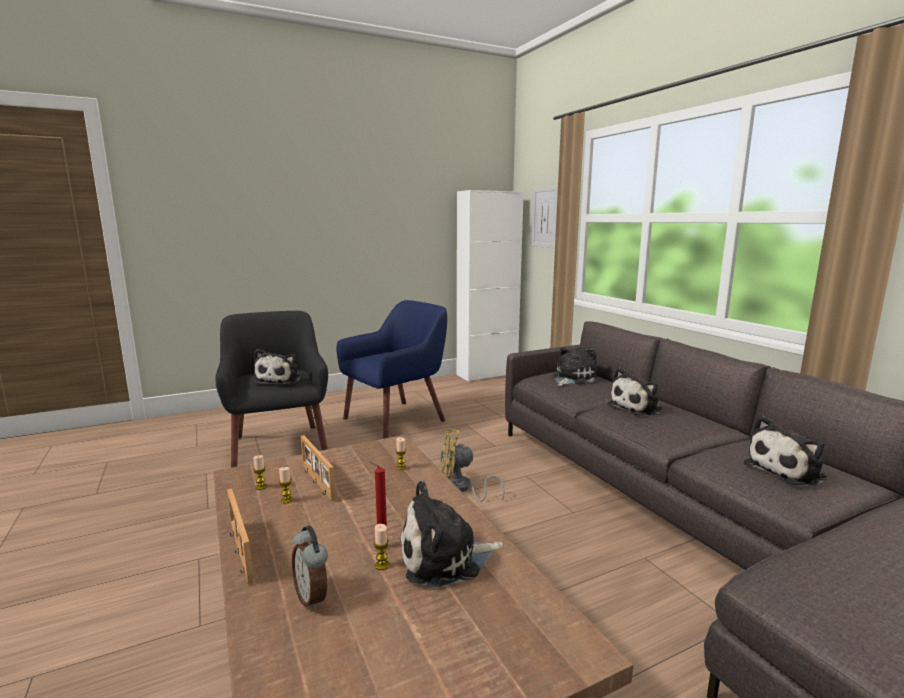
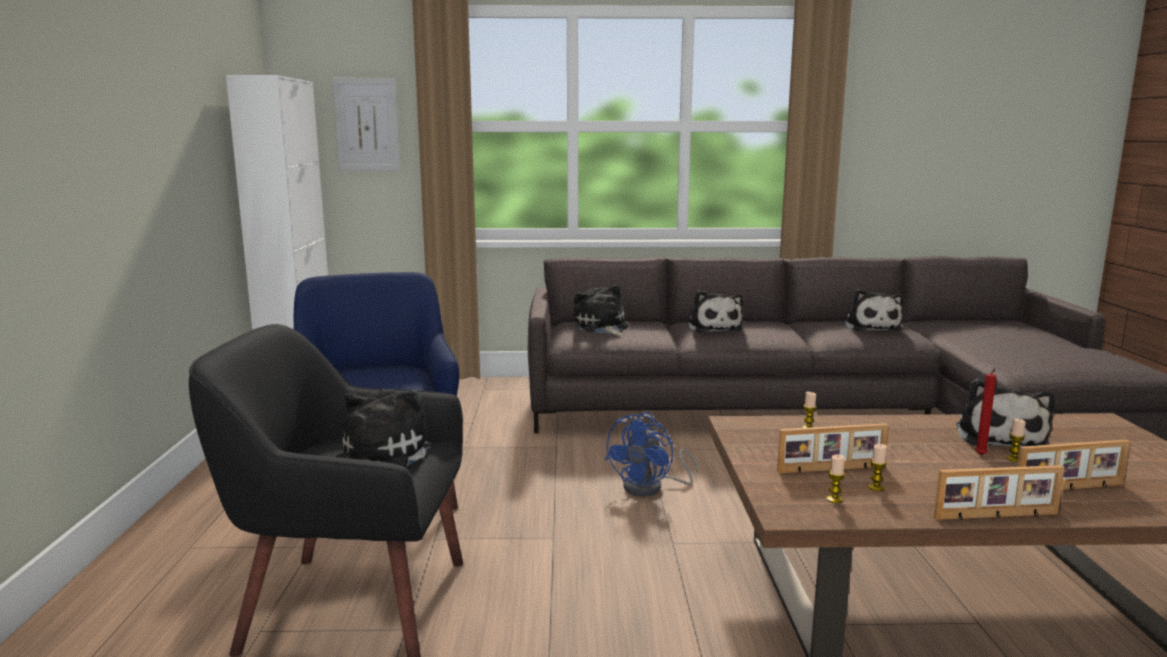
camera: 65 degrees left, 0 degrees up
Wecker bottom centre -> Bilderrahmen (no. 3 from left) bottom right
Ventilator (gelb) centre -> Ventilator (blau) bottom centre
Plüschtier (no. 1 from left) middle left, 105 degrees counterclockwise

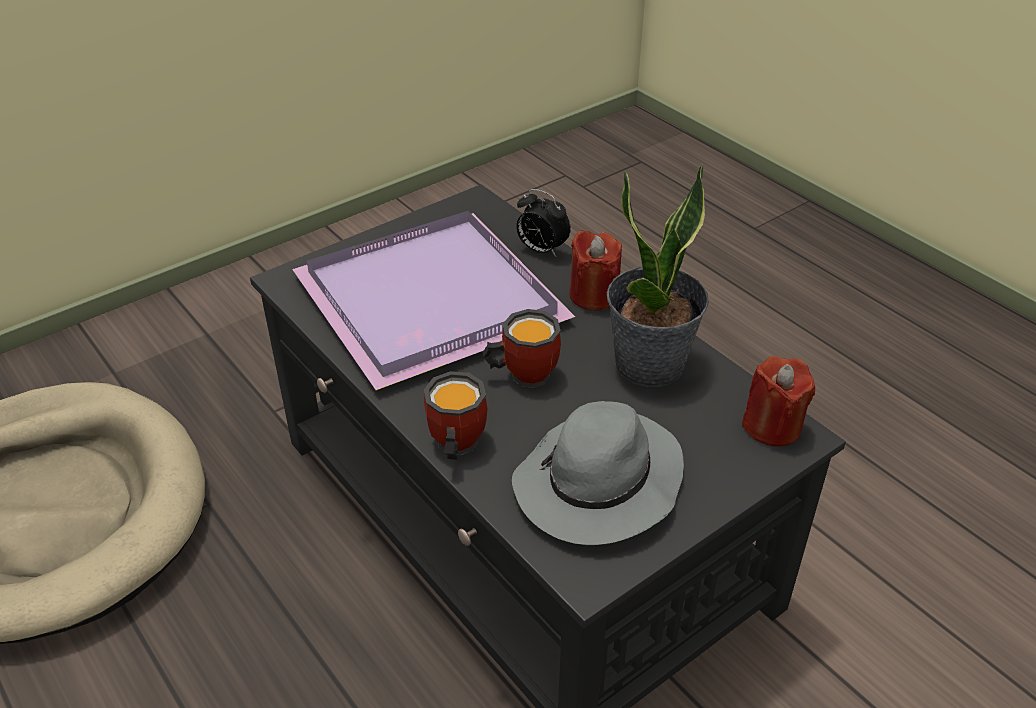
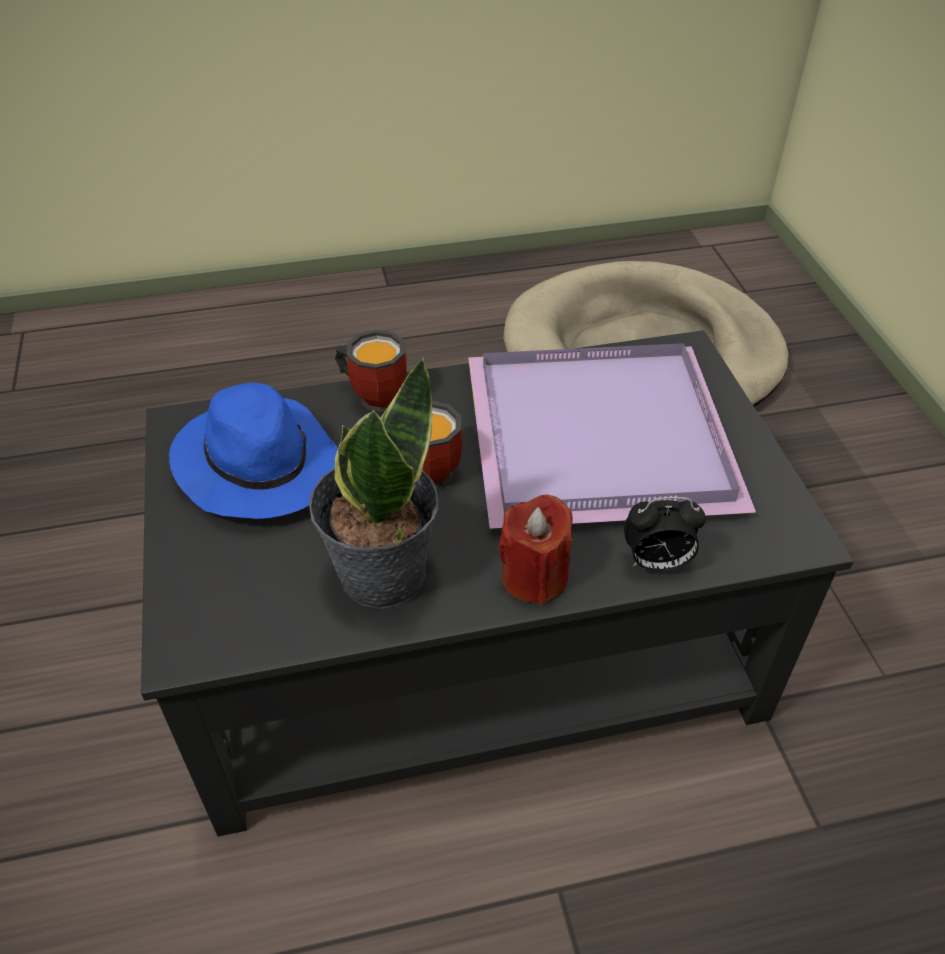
camera: 115 degrees right, 5 degrees up
Kerze (rot) (no. 2 from left) middle right -> none
Hut (grau) bottom centre -> Hut (blau) middle left
Wecker top centre -> Wecker middle right, 150 degrees counterclockwise

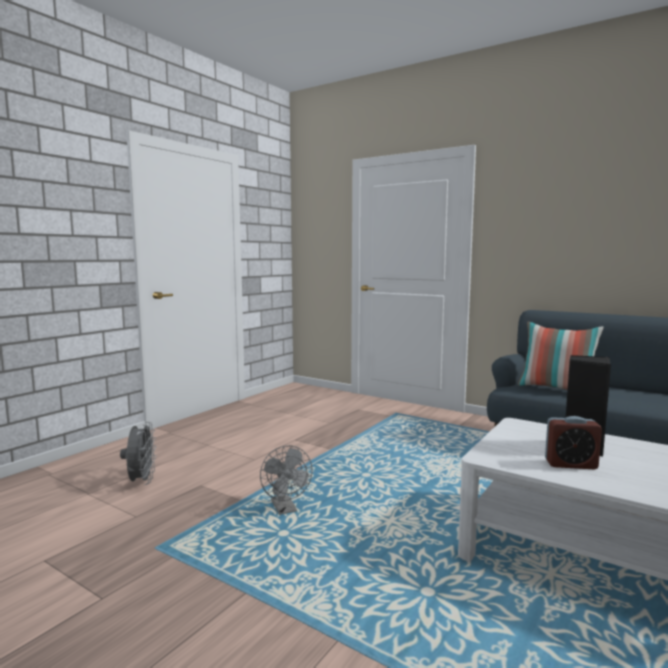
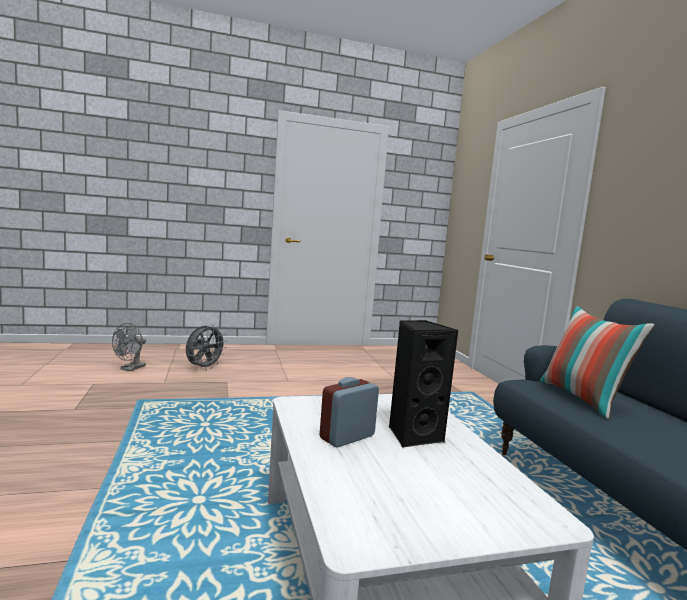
camera: 40 degrees right, 0 degrees up
Ventilator (grau) (no. 2 from left in the first image) bottom centre -> Ventilator (grau) (no. 1 from left) middle left, relocated
Wecker middle right -> Wecker bottom centre, 90 degrees clockwise

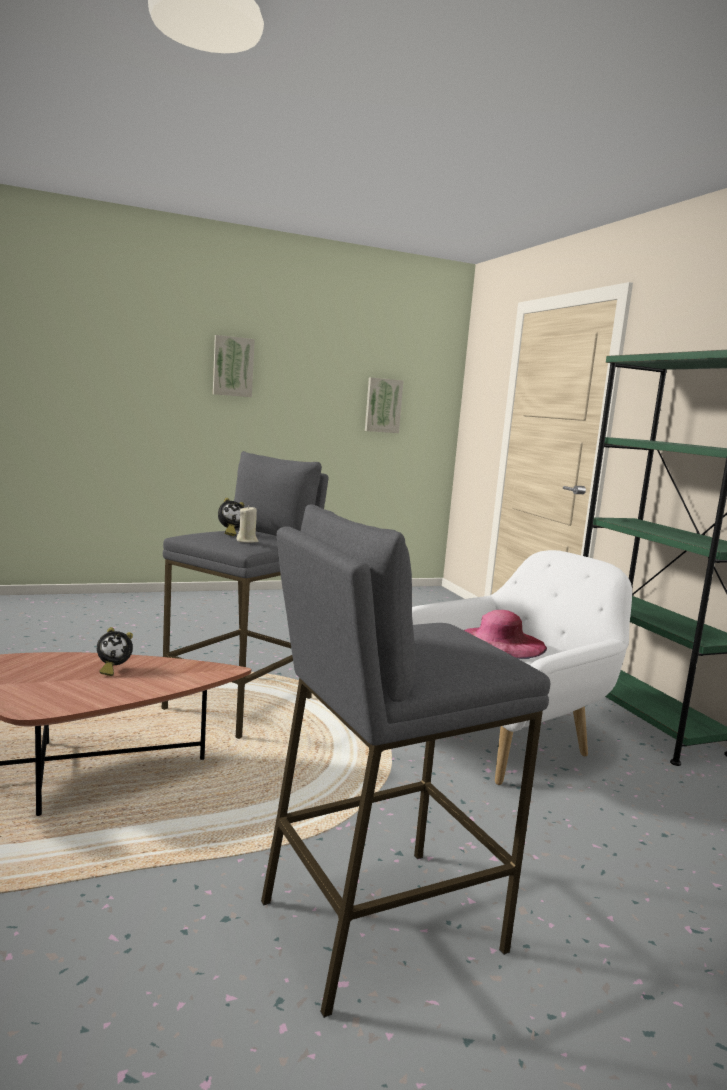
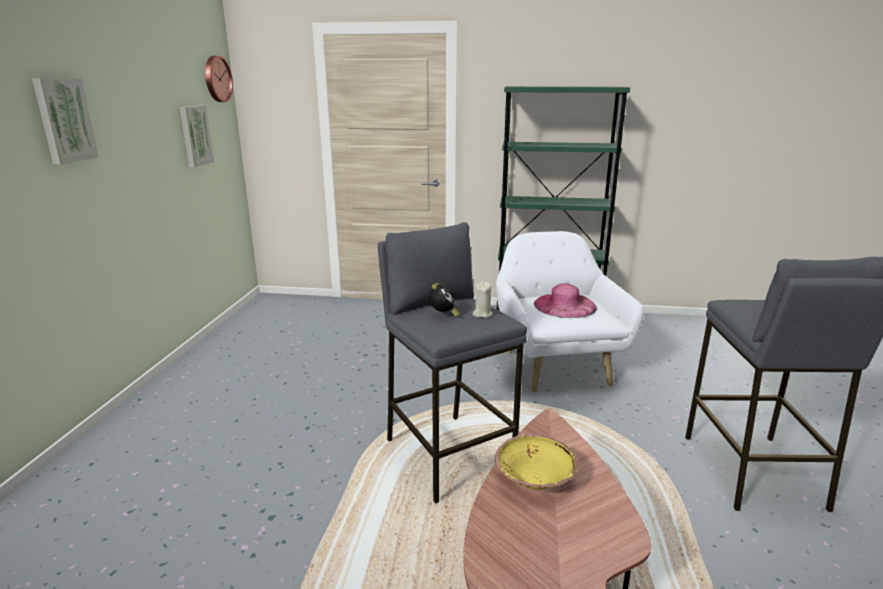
camera: 60 degrees left, 10 degrees up
none -> Wanduhr top left
Wecker (no. 1 from left) middle left -> Schüssel (gelb) bottom centre

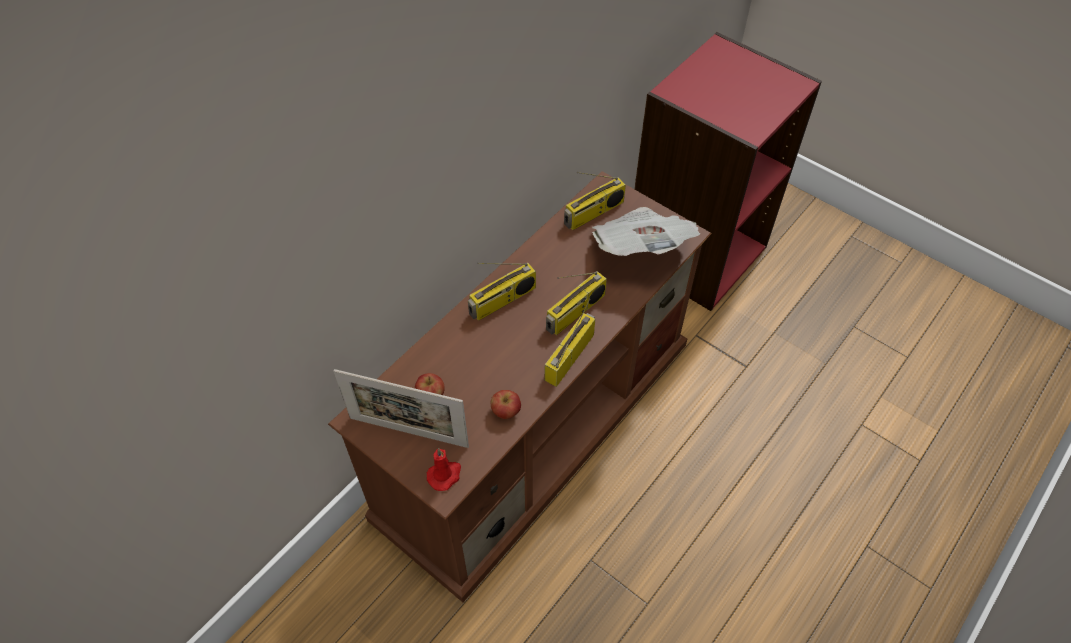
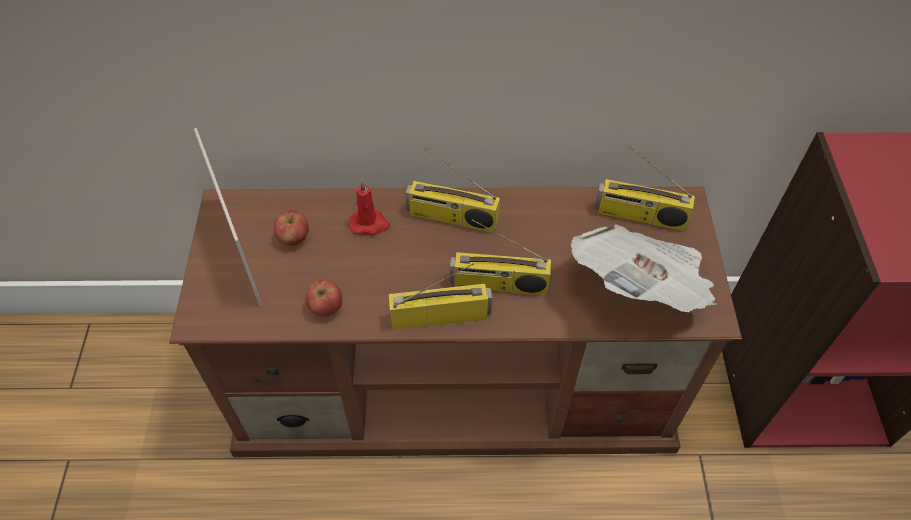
camera: 50 degrees right, 0 degrees up
Kerze (rot) bottom centre -> Kerze (rot) centre, relocated

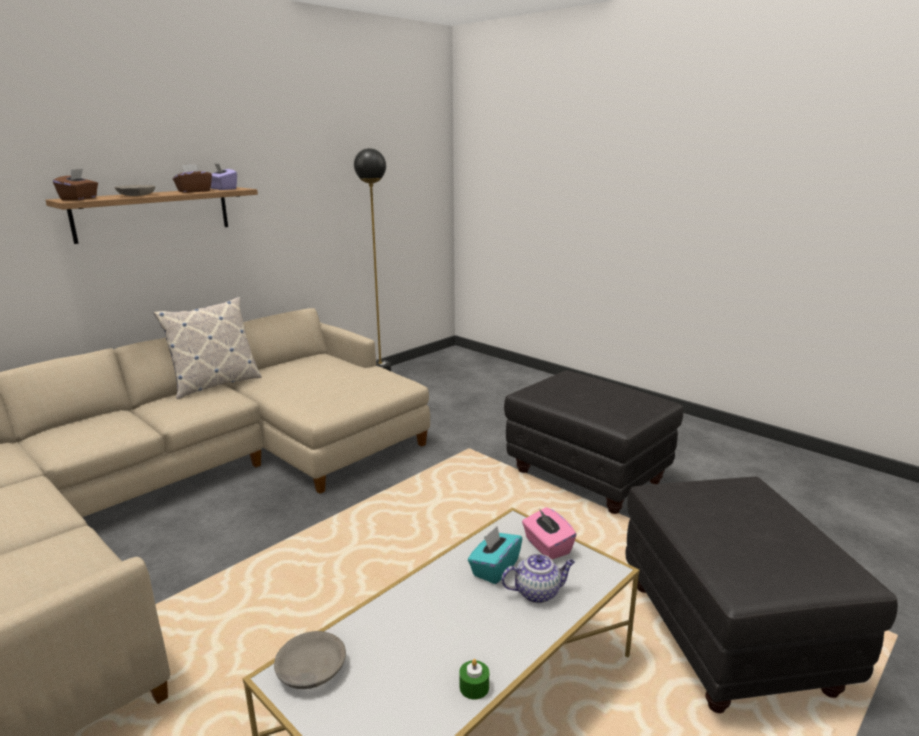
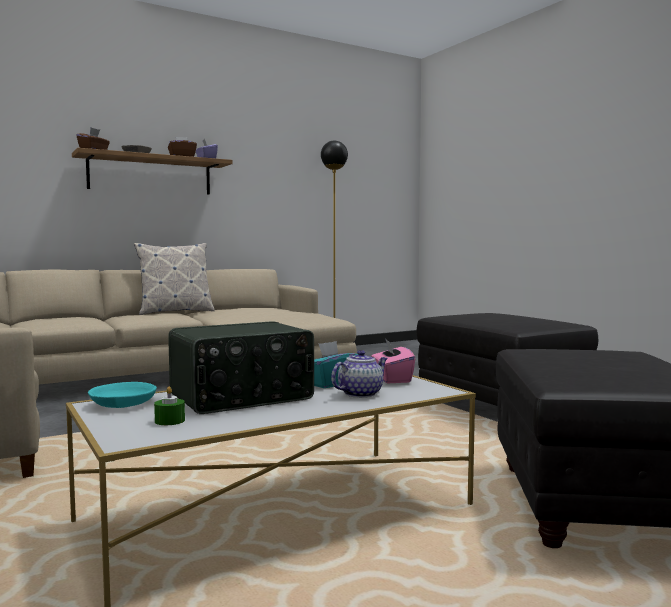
camera: 15 degrees right, 15 degrees down
none -> Radio centre
Kerze (grün) bottom centre -> Kerze (grün) bottom left, relocated
Schüssel (grau) (no. 2 from left) bottom centre -> Schüssel (türkis) middle left
Teekanne bottom centre -> Teekanne centre, 45 degrees counterclockwise

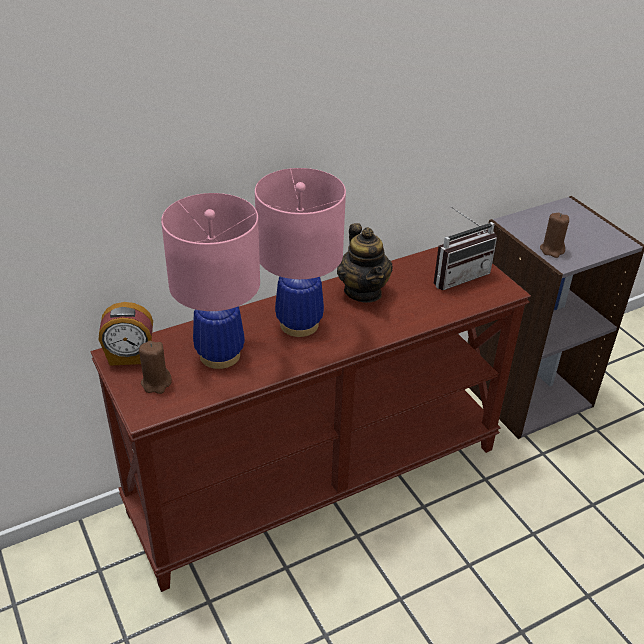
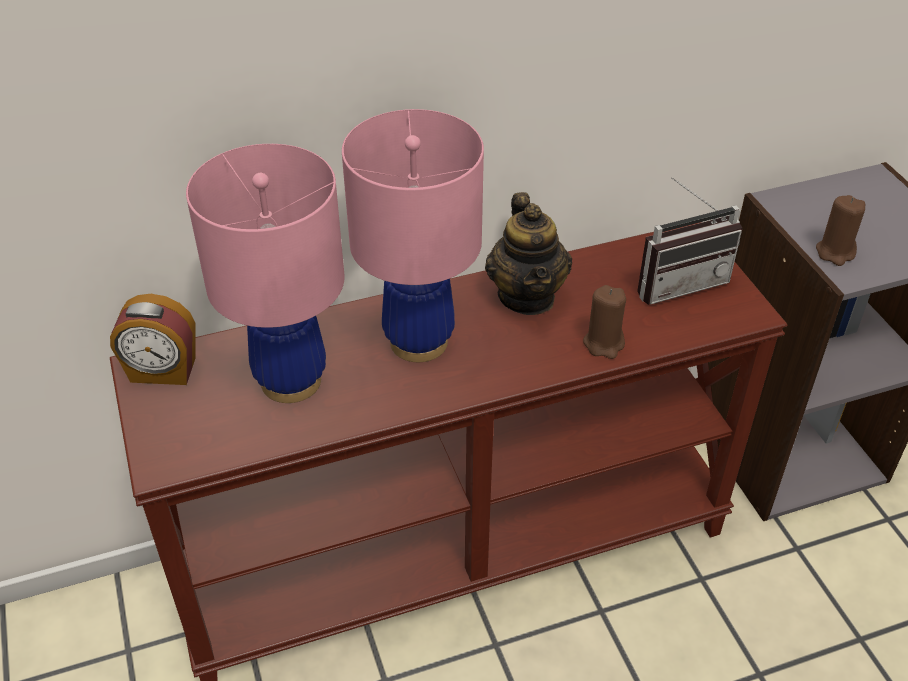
camera: 10 degrees right, 5 degrees up
Kerze (braun) (no. 1 from left) middle left -> Kerze (braun) (no. 1 from left) centre, relocated

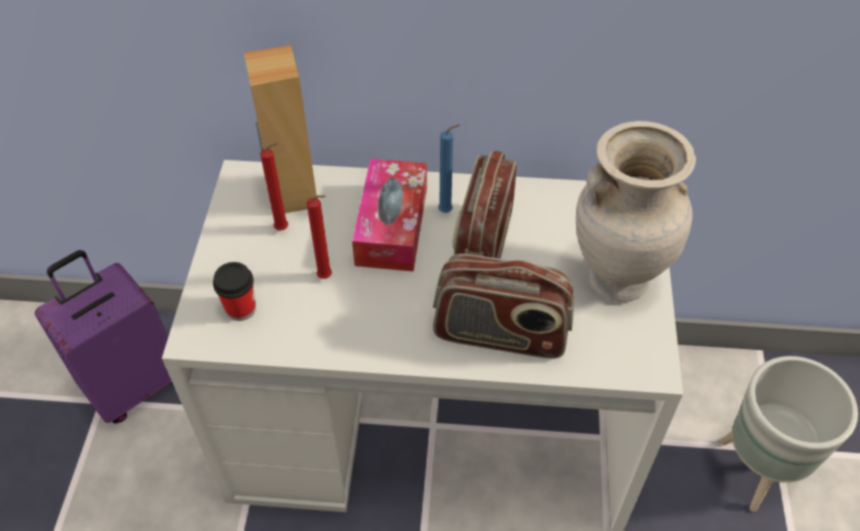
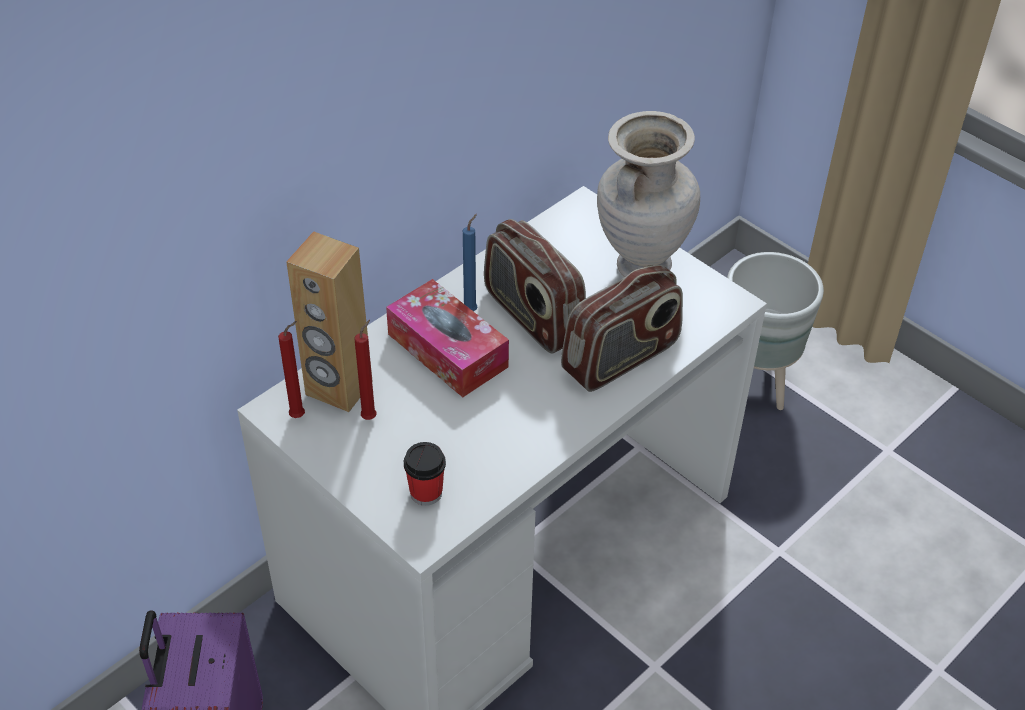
camera: 50 degrees left, 5 degrees down
Kerze (rot) (no. 2 from left in the first image) centre -> Kerze (rot) (no. 1 from left) middle left, relocated

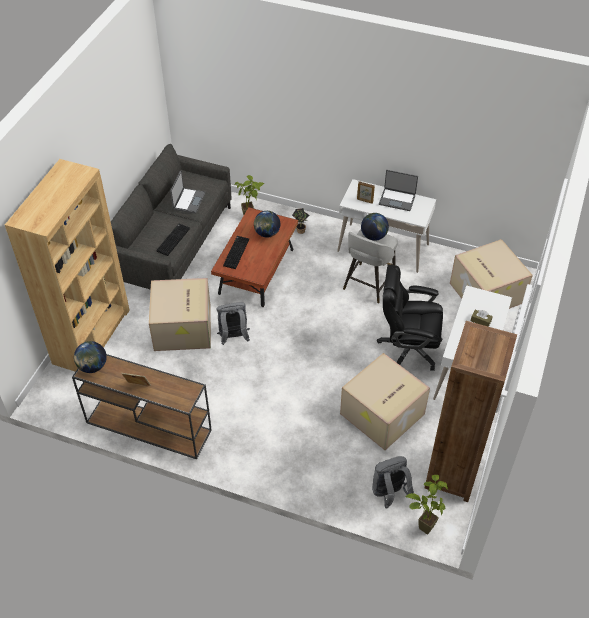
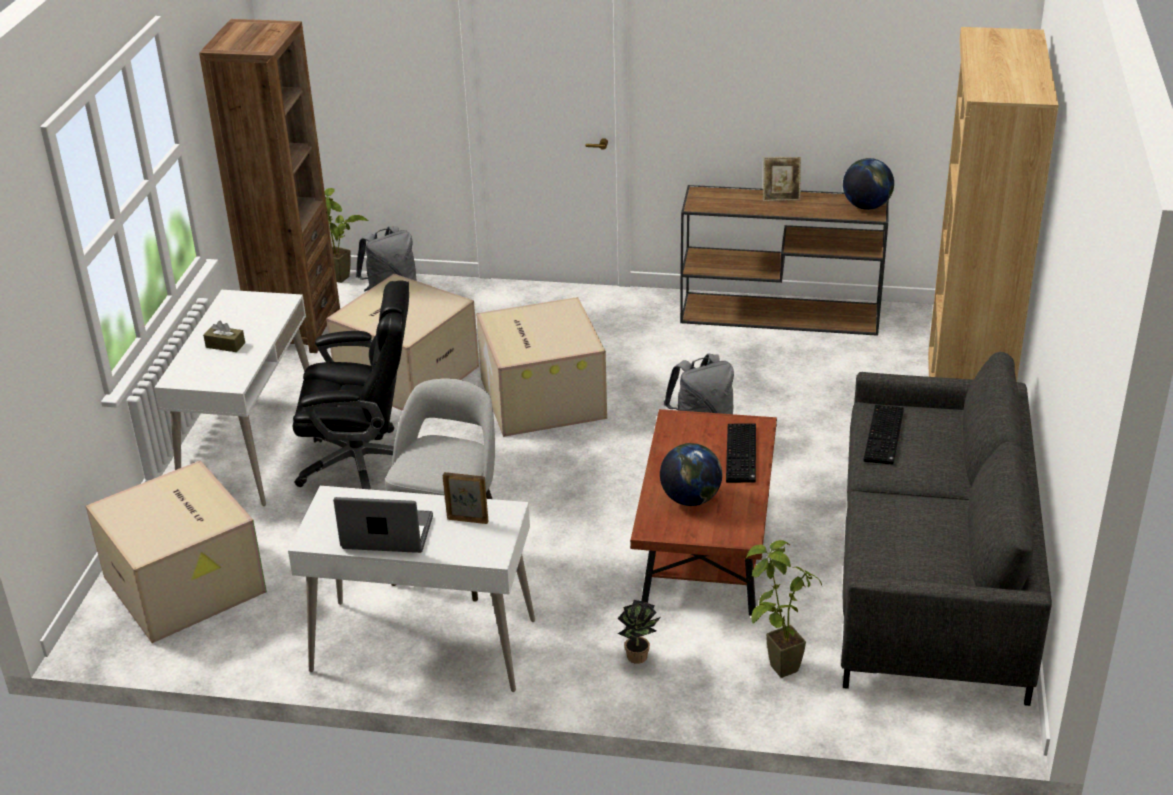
camera: 170 degrees right, 15 degrees down
Laptop (no. 1 from left) top left -> none
Globus (no. 3 from left) centre -> none
Karton (no. 1 from left in the first image) middle left -> Karton (no. 3 from left) centre, relocated

